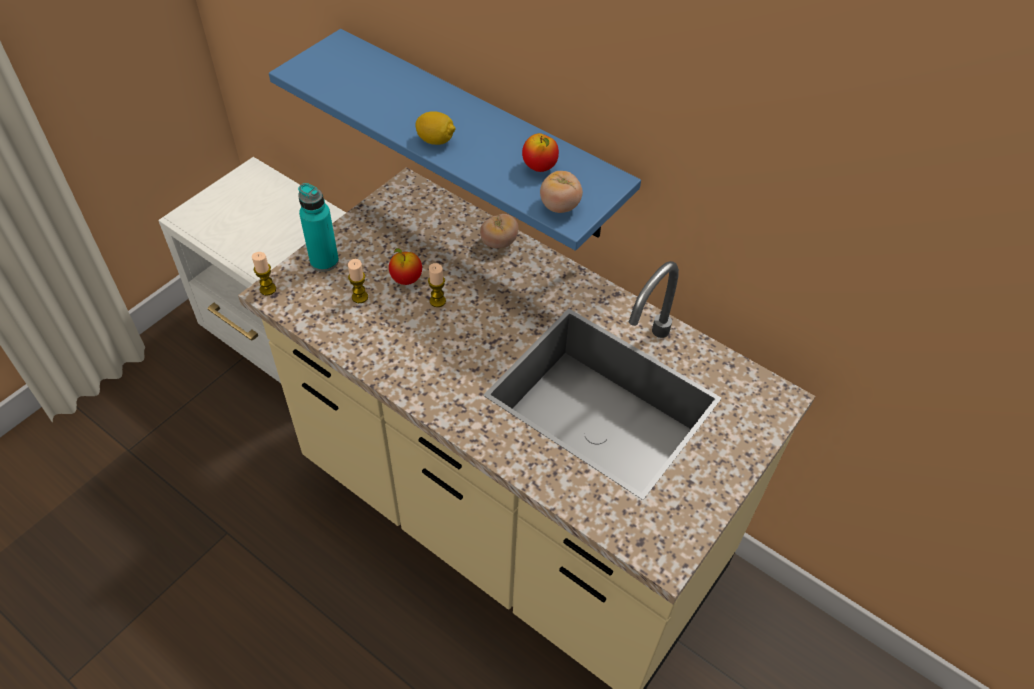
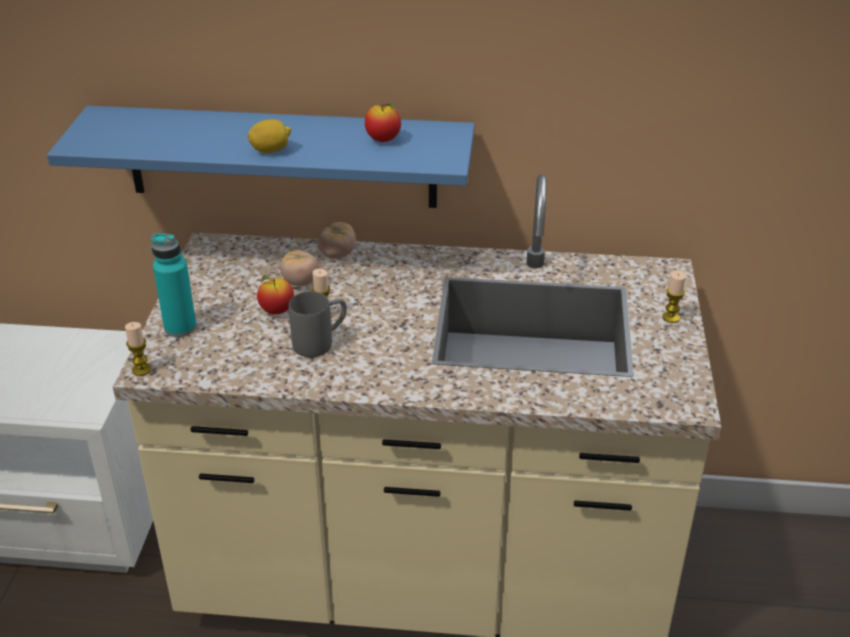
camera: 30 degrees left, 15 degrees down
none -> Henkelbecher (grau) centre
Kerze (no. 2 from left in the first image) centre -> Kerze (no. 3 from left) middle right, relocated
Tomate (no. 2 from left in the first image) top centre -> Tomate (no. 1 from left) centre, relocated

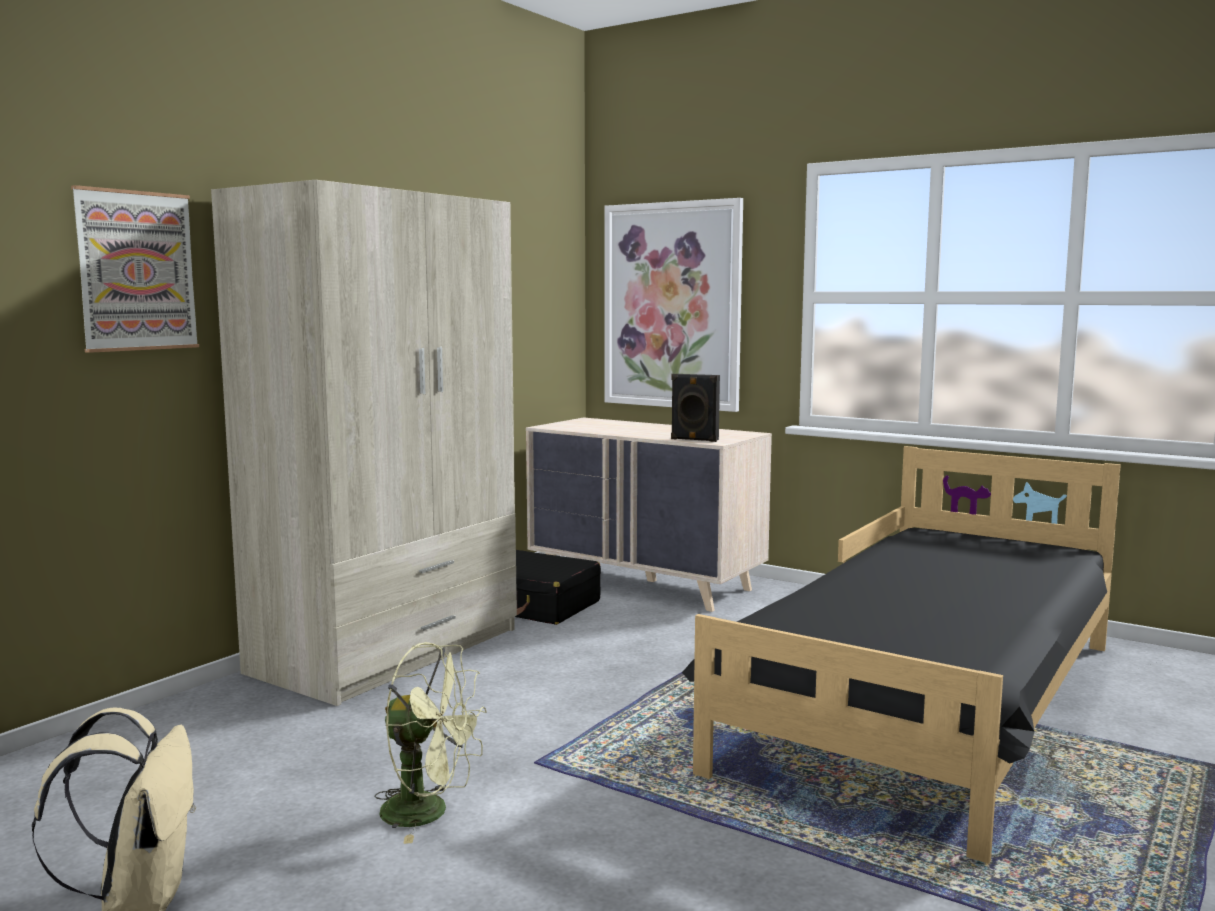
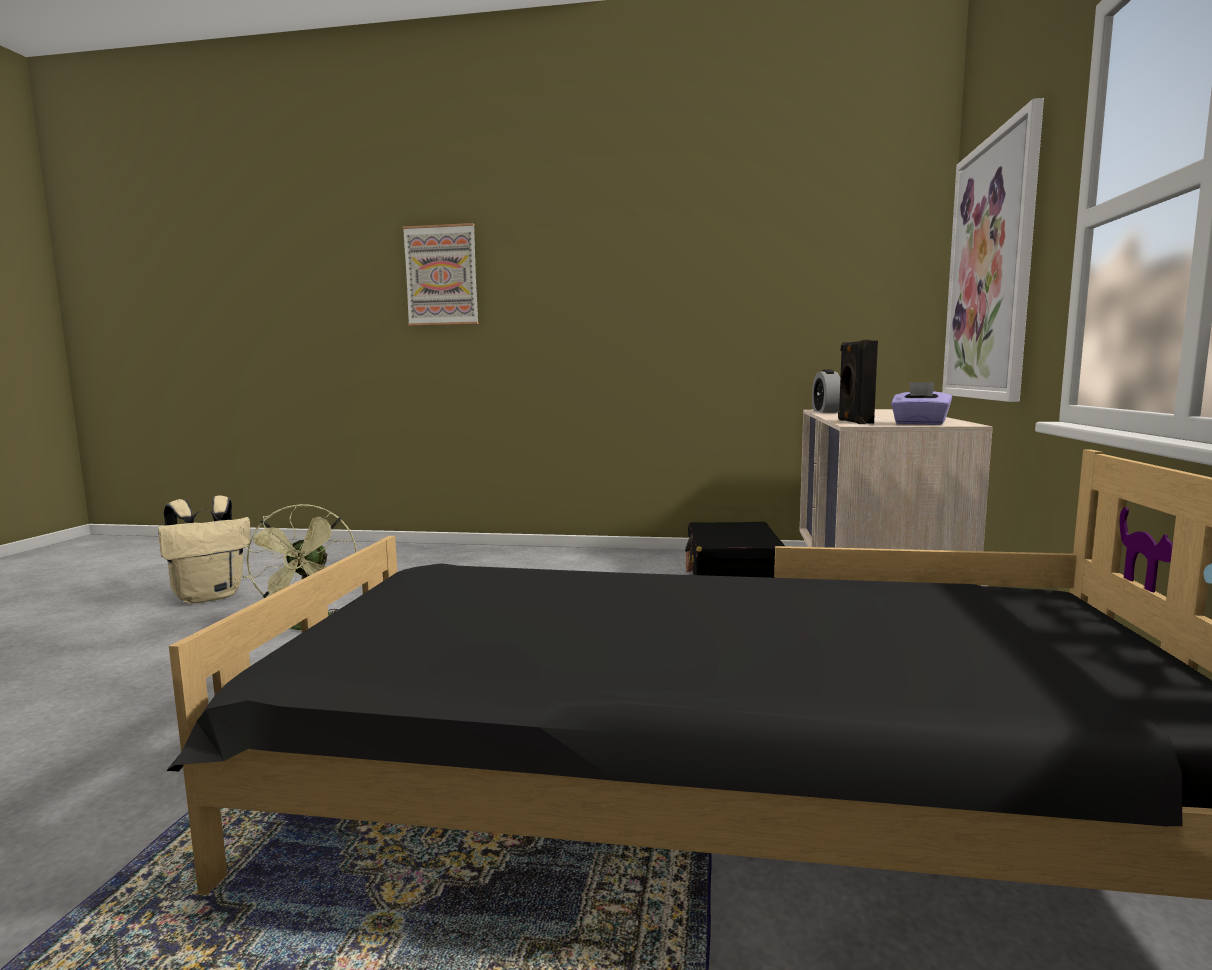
camera: 65 degrees right, 0 degrees up
Kleiderschrank (beige) middle left -> none
none -> Wecker middle right
none -> Taschentuchbox (lila) middle right

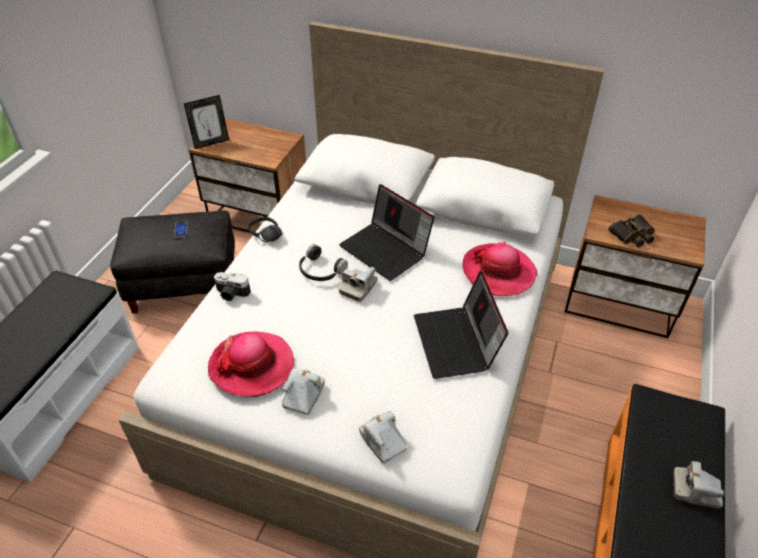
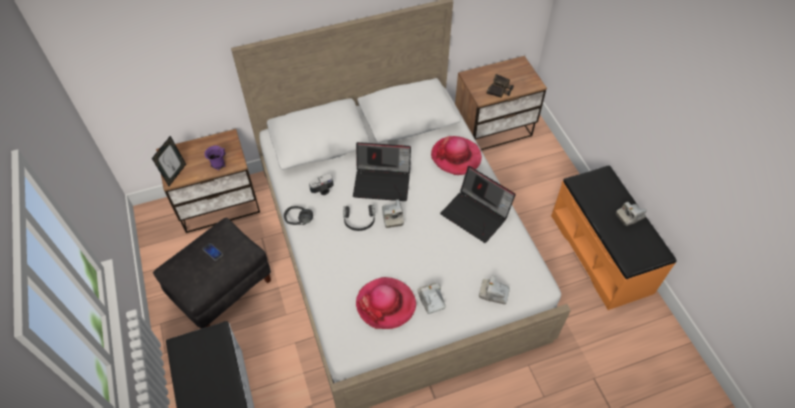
camera: 40 degrees left, 10 degrees up
none -> Henkelbecher (lila) middle left
Kamera (no. 1 from left) middle left -> Kamera (no. 1 from left) centre, relocated

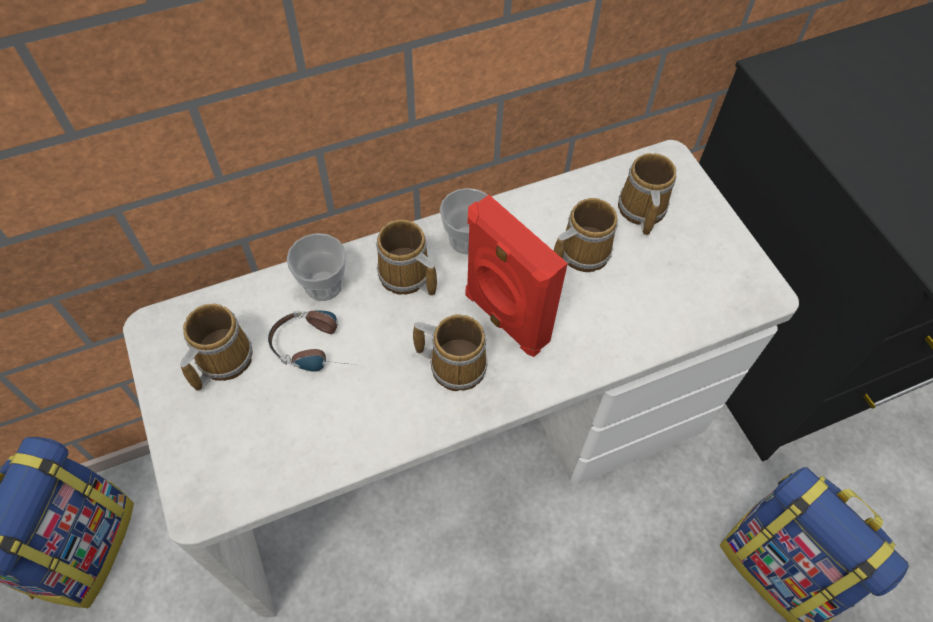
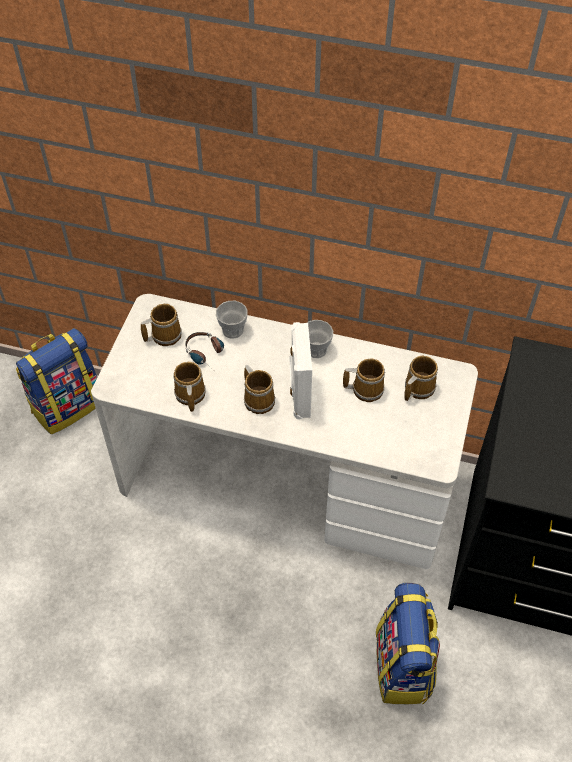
camera: 40 degrees right, 5 degrees down
Henkelbecher (no. 2 from left) centre -> Henkelbecher (no. 2 from left) middle left, relocated
Lautsprecher (rot) centre -> Lautsprecher (weiß) centre

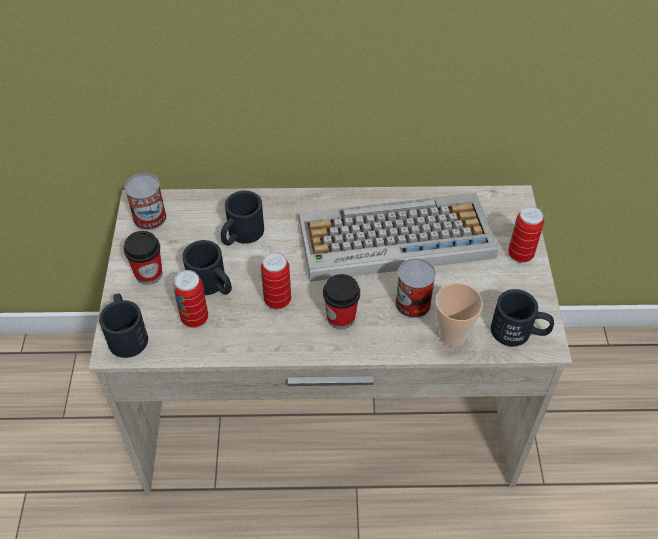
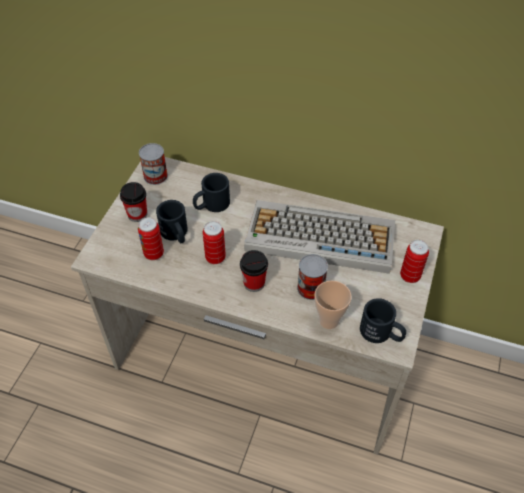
camera: 20 degrees right, 0 degrees up
Henkelbecher (schwarz) (no. 1 from left) middle left -> none

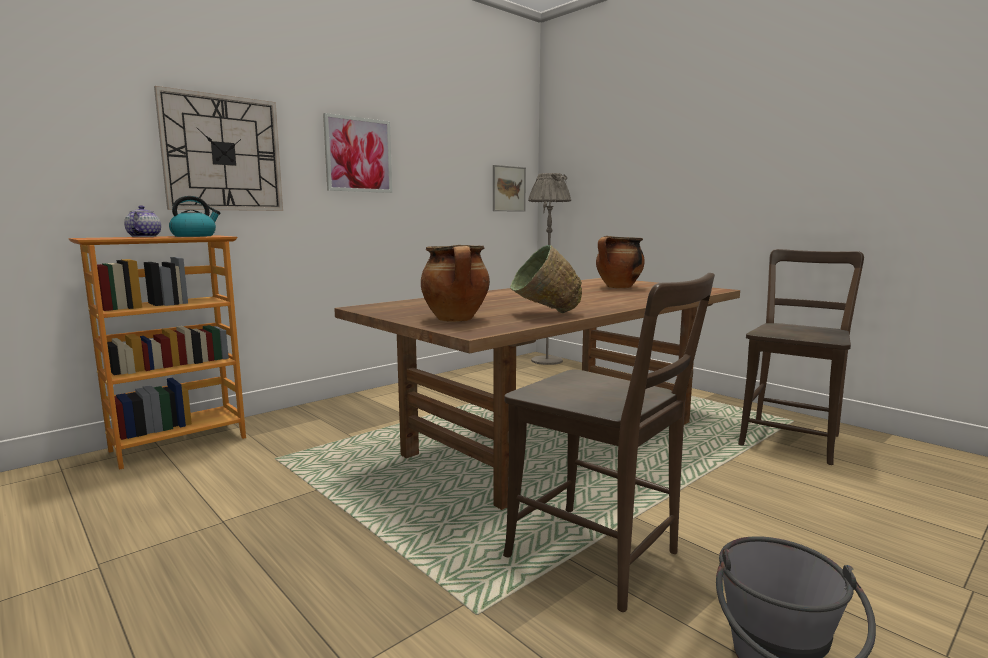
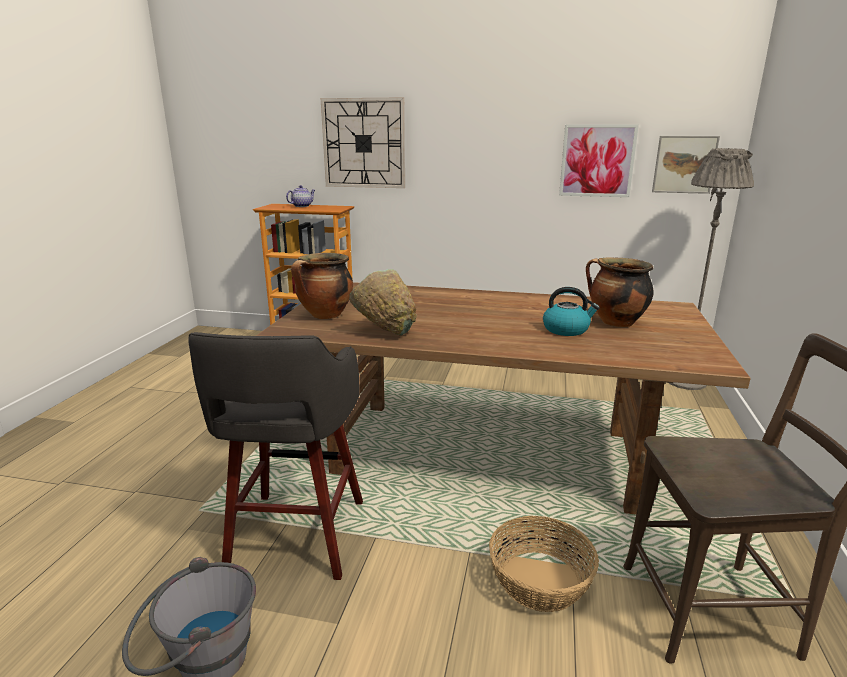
camera: 55 degrees right, 10 degrees up
none -> Korb bottom centre
Wasserkessel top left -> Wasserkessel middle right, relocated
Bild (no. 1 from left) top centre -> Bild (no. 1 from left) top right, relocated
Stuhl (braun) (no. 1 from left) bottom centre -> Hocker (grau) bottom left

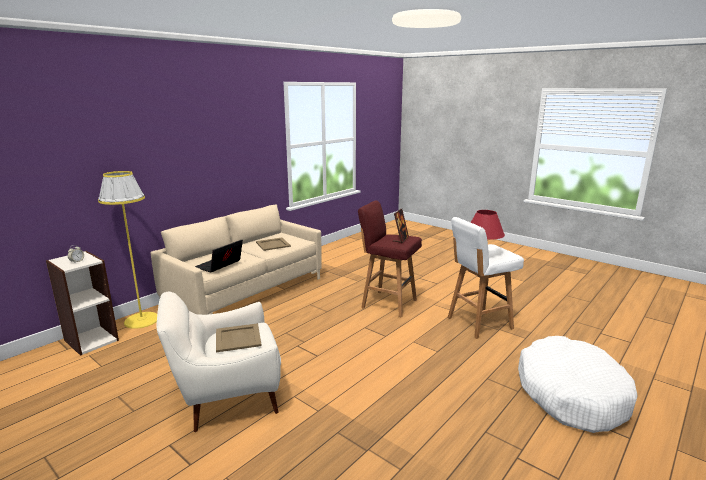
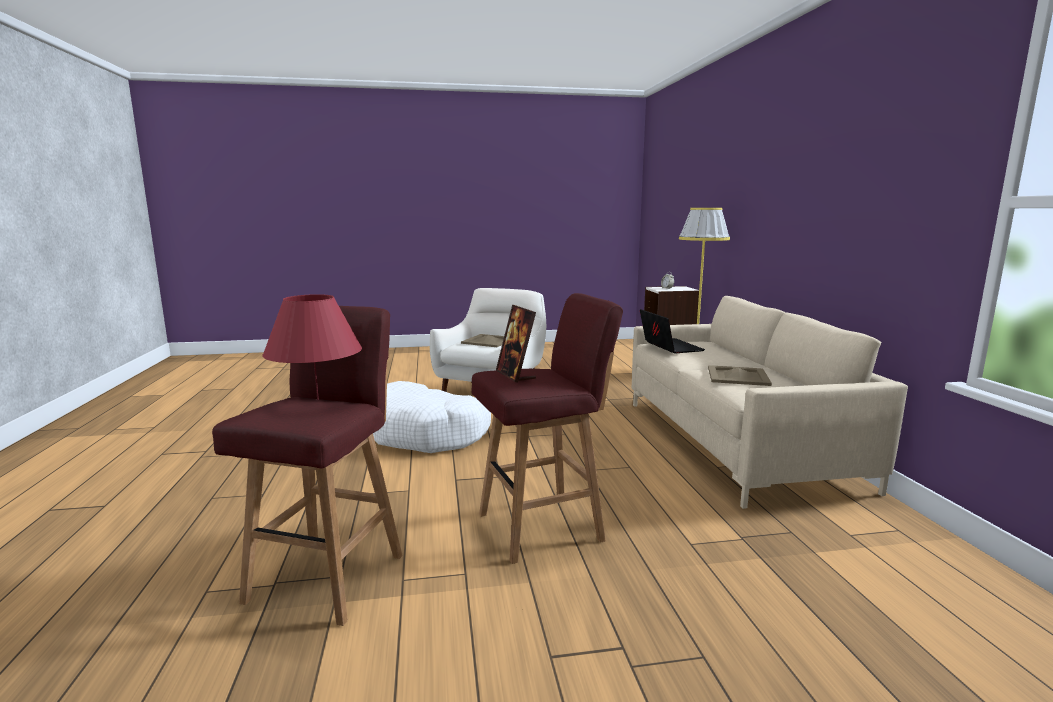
camera: 130 degrees right, 5 degrees down
Hundebett (weiß) bottom right -> Hundebett (weiß) centre, relocated
Hocker (weiß) middle right -> Hocker (rot) (no. 1 from left) middle left

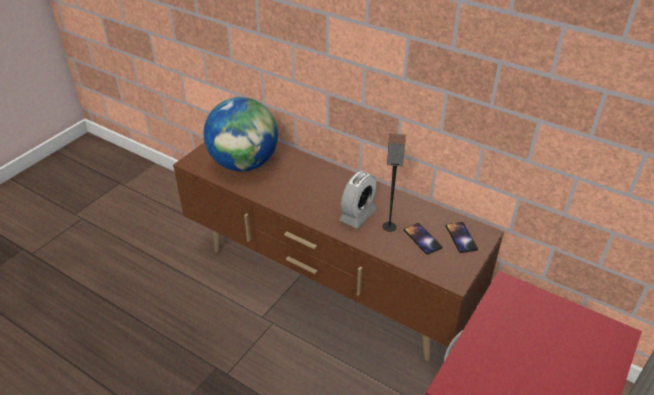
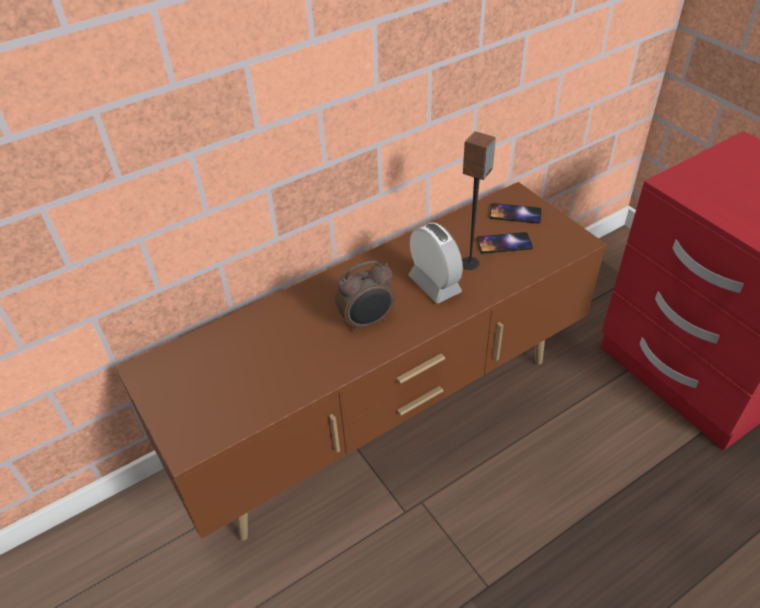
camera: 65 degrees left, 5 degrees up
Globus centre -> none
none -> Wecker (no. 1 from left) centre

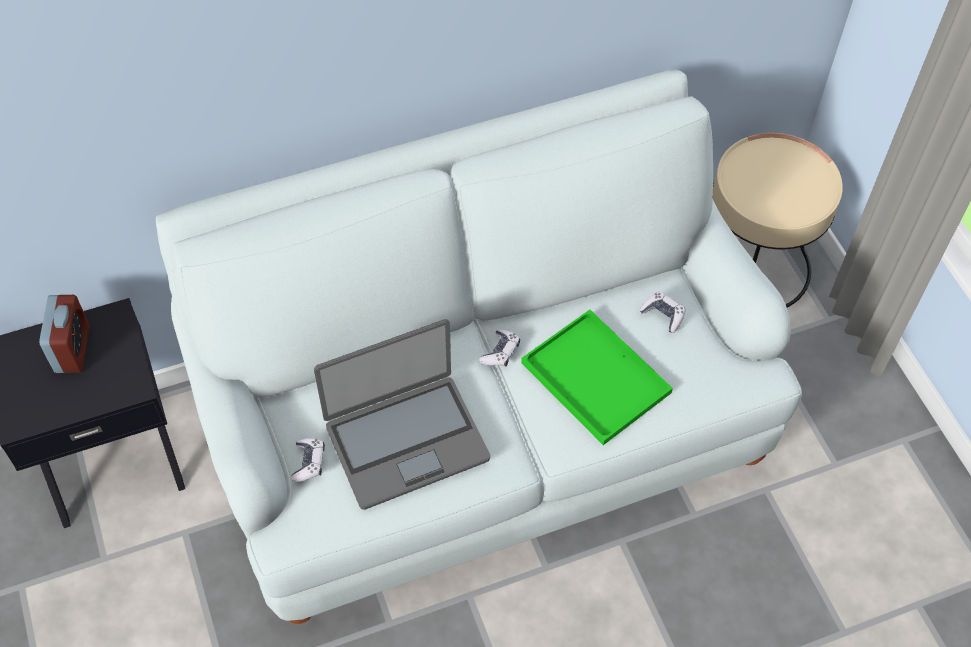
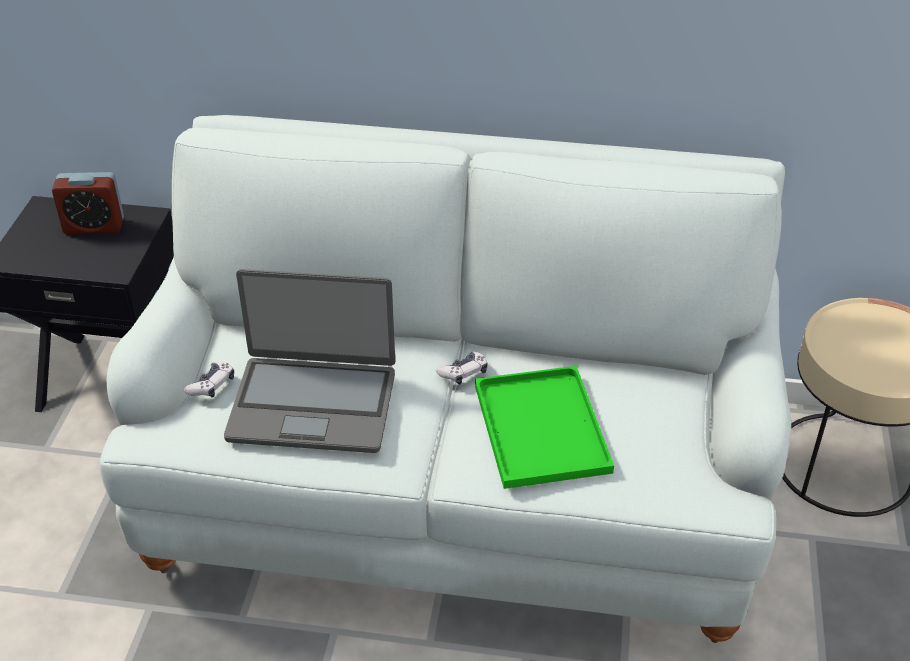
camera: 30 degrees right, 15 degrees down
Gamepad (no. 3 from left) middle right -> none
Wecker middle left -> Wecker top left, 60 degrees clockwise

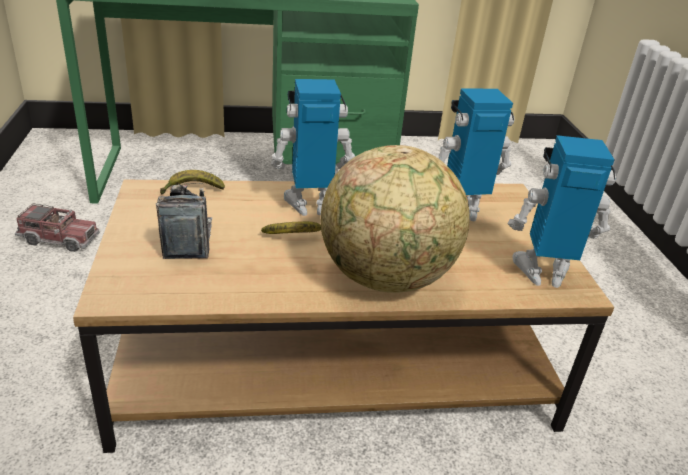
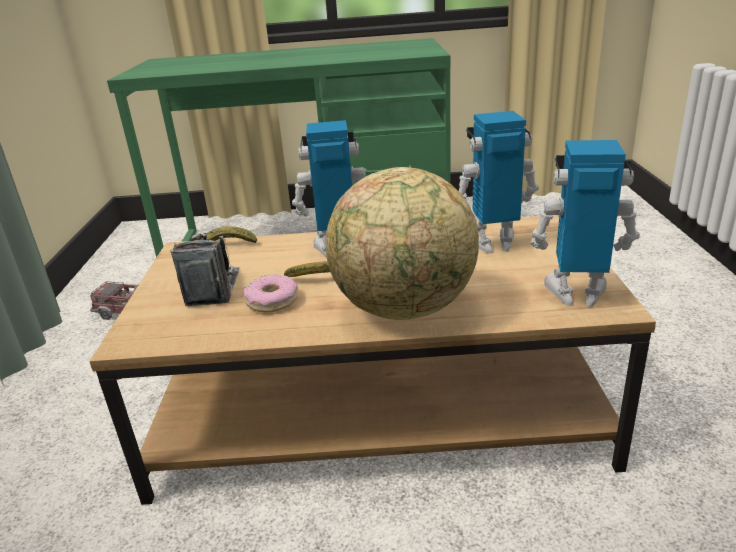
camera: 10 degrees right, 5 degrees down
none -> Donut centre

